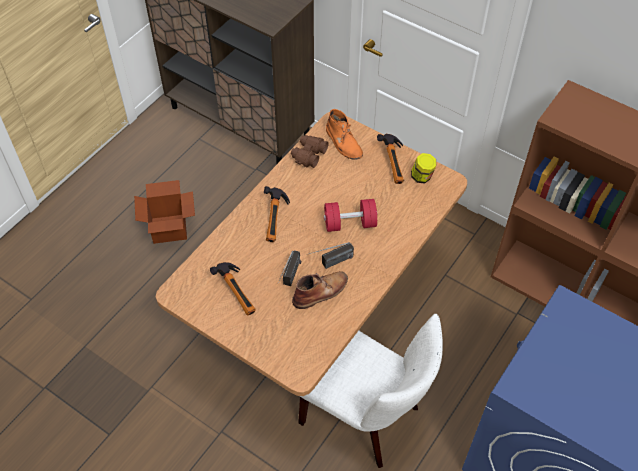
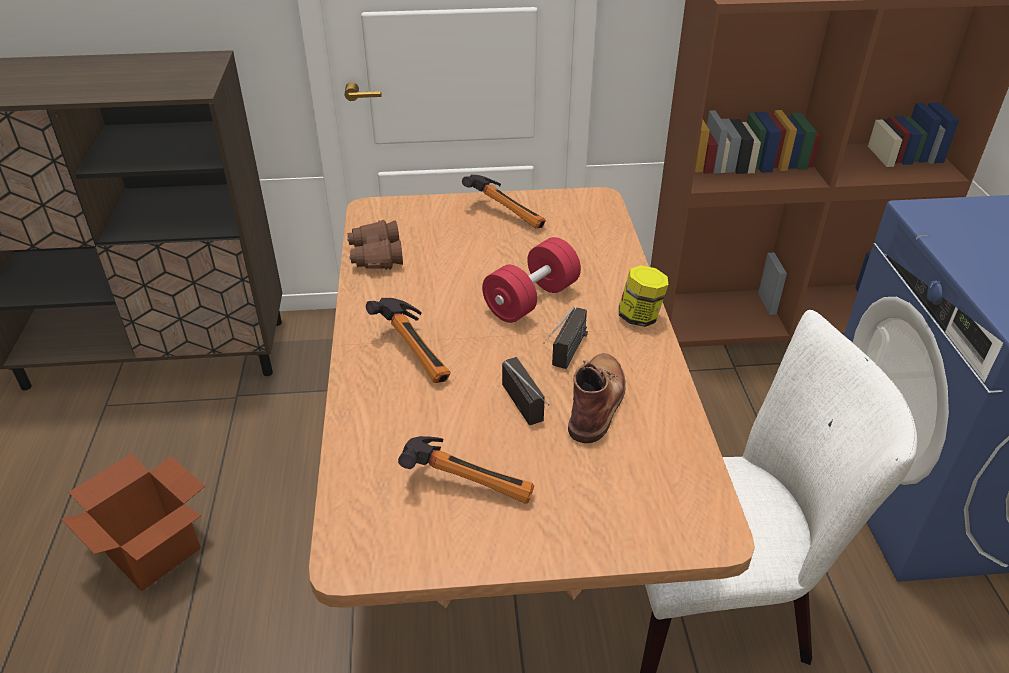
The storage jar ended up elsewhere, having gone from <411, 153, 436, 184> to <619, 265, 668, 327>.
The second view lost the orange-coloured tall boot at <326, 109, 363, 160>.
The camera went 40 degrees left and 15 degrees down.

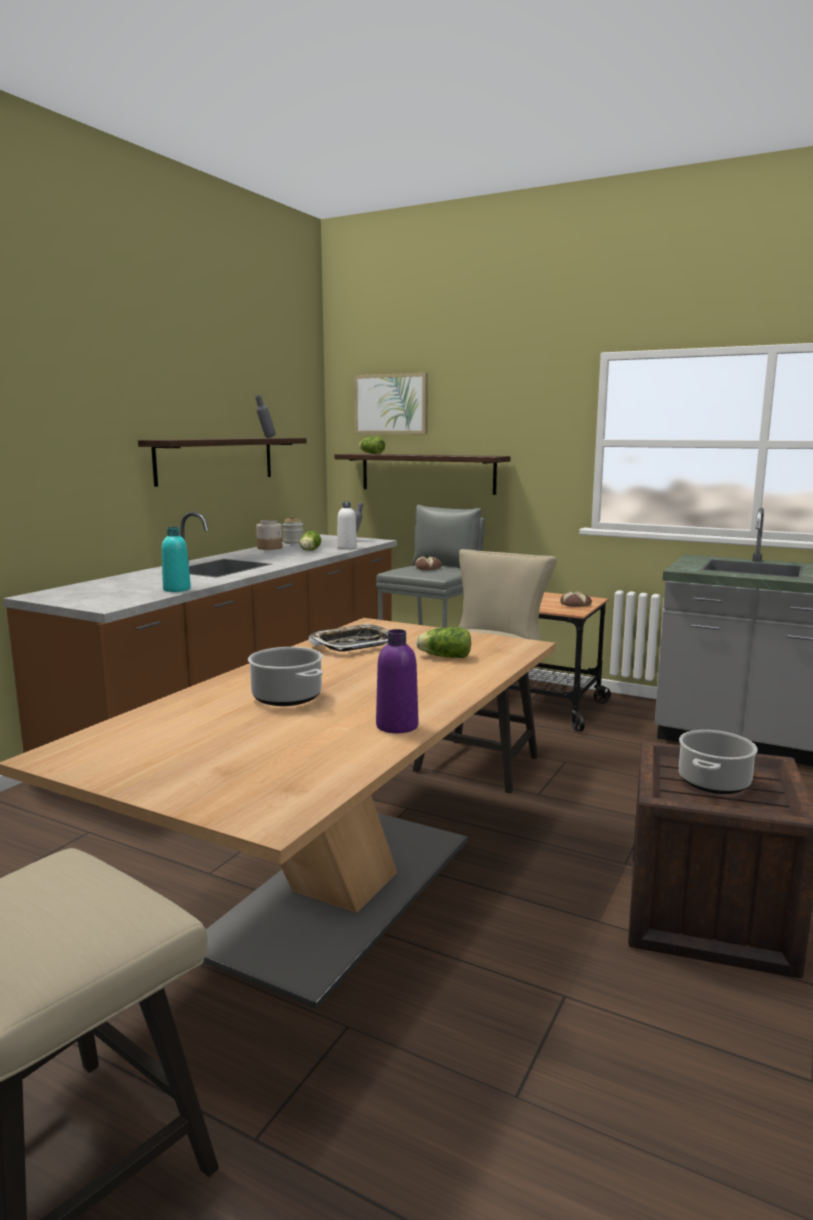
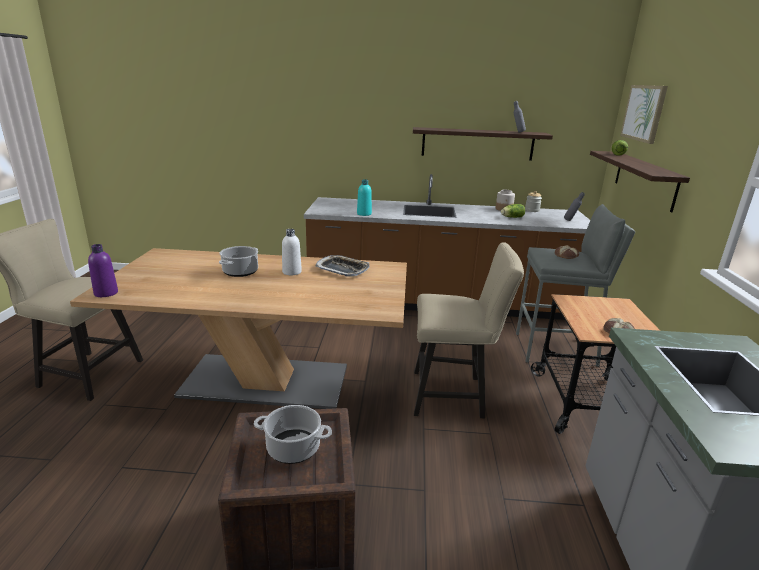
The purple-coloured drink bottle ended up elsewhere, having gone from <376, 629, 418, 733> to <88, 244, 118, 297>.
The white drink bottle ended up elsewhere, having gone from <337, 501, 357, 550> to <282, 229, 302, 275>.
The second view lost the lettuce at <416, 627, 471, 658>.
The camera went 65 degrees right and 10 degrees up.

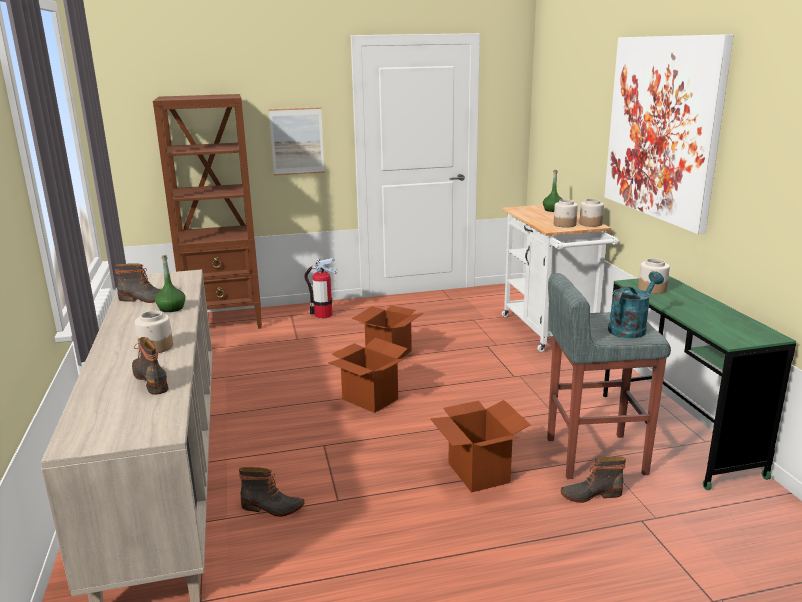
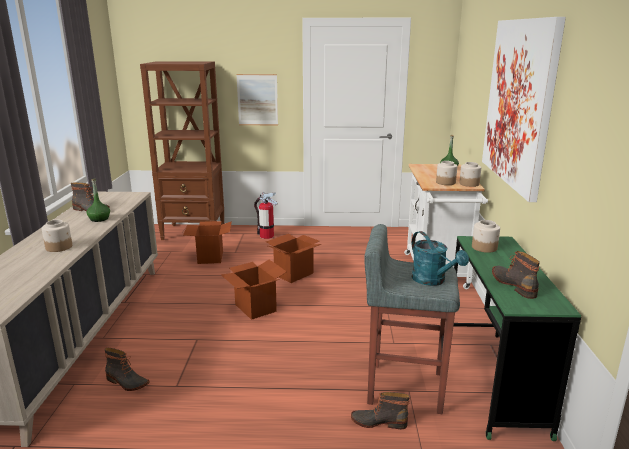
The carton ended up elsewhere, having gone from <430, 400, 531, 493> to <183, 221, 232, 264>.
The turquoise sprinkling can at <608, 271, 664, 338> ended up facing another way, 90 degrees clockwise from before.
The tall boot ended up elsewhere, having gone from <132, 337, 168, 395> to <492, 251, 540, 299>.
The camera went 15 degrees right and 0 degrees up.

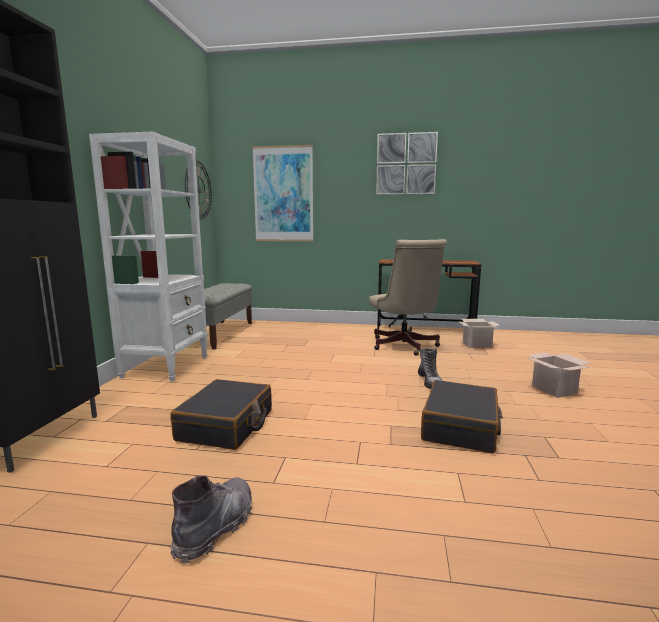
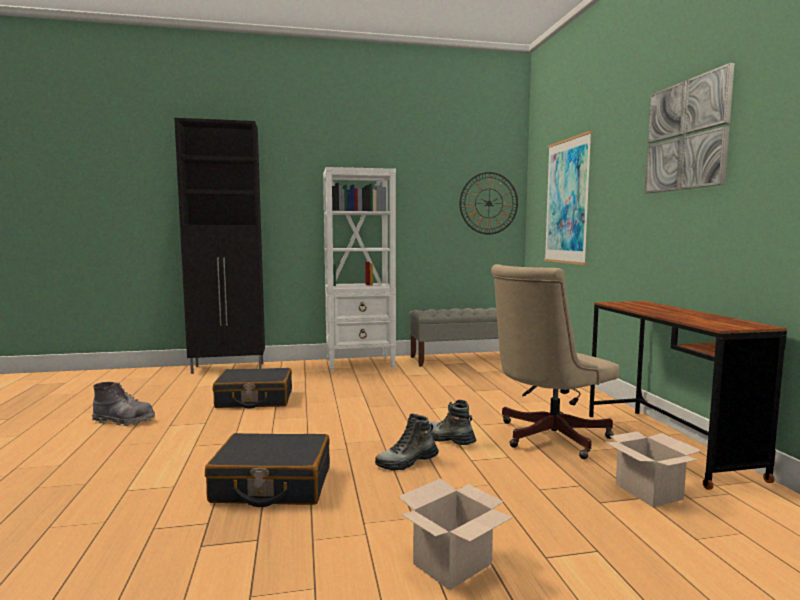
The second view gained the tall boot at <429, 400, 476, 445>.
The camera went 70 degrees right and 5 degrees down.

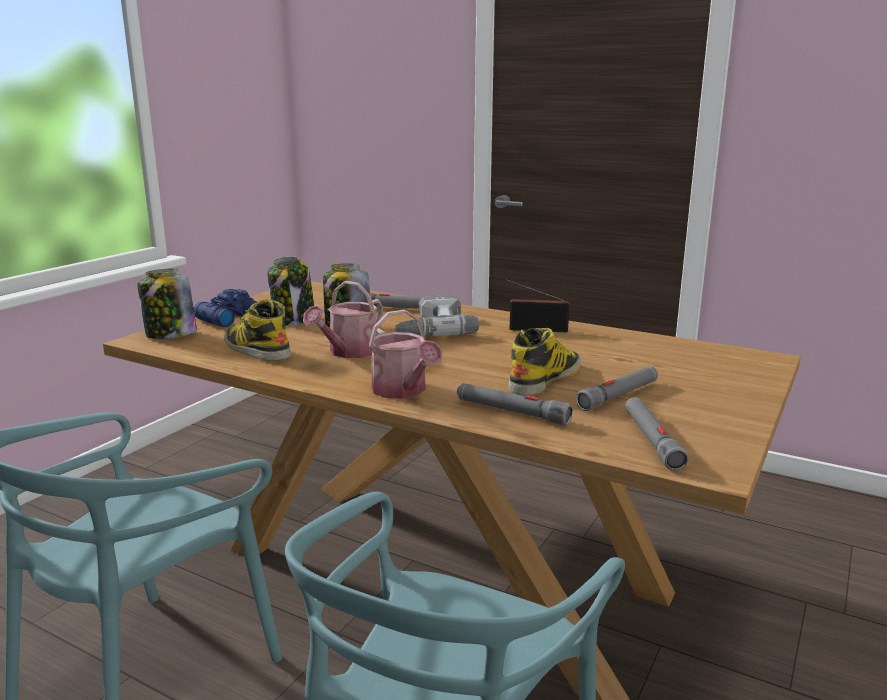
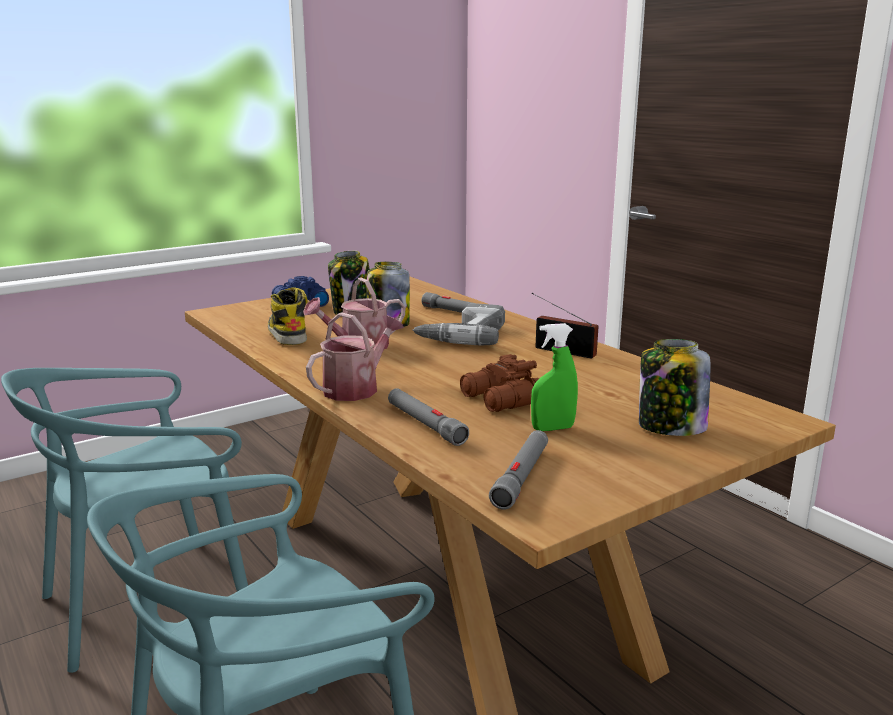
The sprinkling can at <369, 309, 442, 399> ended up facing another way, 135 degrees counterclockwise from before.
Where the tall boot stood at <508, 328, 581, 396>, the brownish pair of binoculars came to stand at <460, 354, 540, 412>.
Where the greyish flashlight stood at <576, 366, 658, 411>, the greenish spray bottle came to stand at <531, 323, 578, 431>.
The storage jar ended up elsewhere, having gone from <137, 269, 197, 339> to <639, 339, 710, 436>.
The camera went 25 degrees right and 0 degrees up.

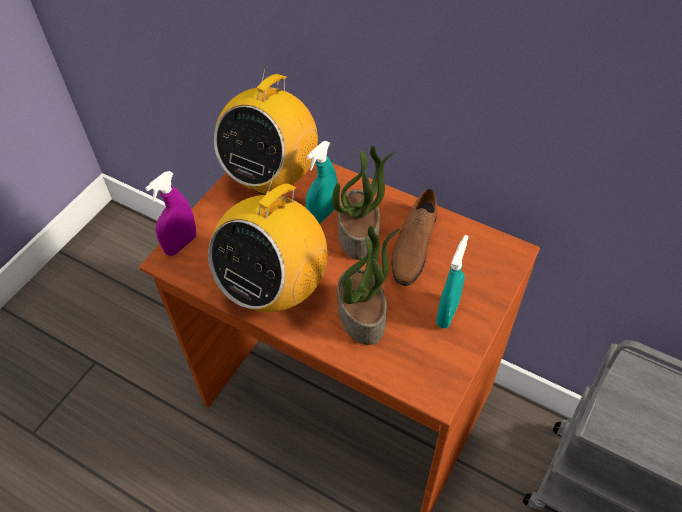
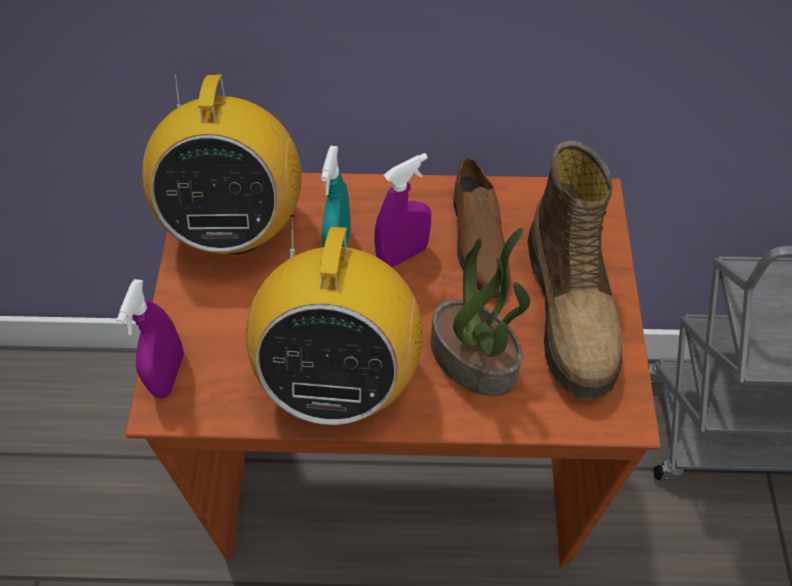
Where the plant in a pot stood at <332, 146, 396, 260>, the purple-coloured spray bottle came to stand at <374, 153, 431, 267>.
Where the turquoise spray bottle stood at <436, 235, 469, 328>, the tall boot came to stand at <527, 141, 622, 400>.
The camera went 30 degrees left and 5 degrees up.

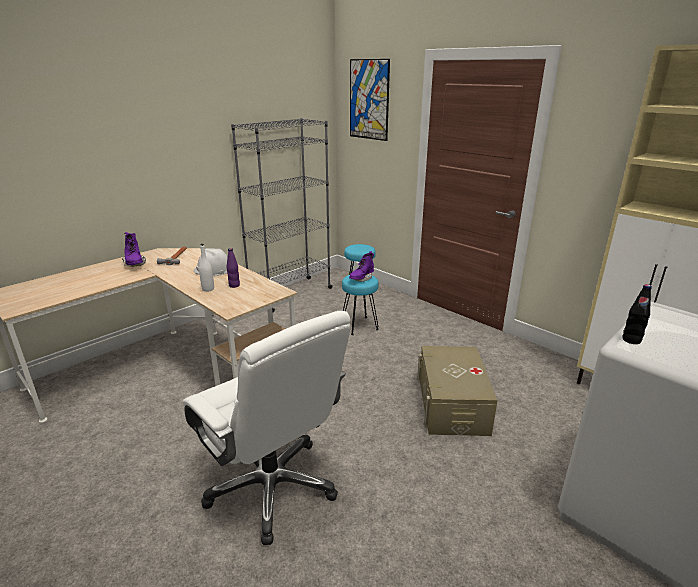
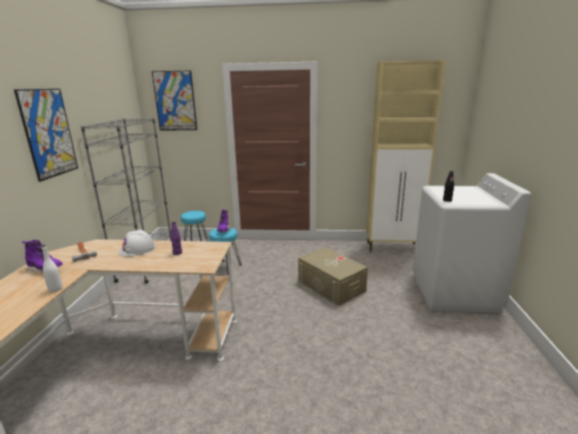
The second view gained the wall picture at <14, 89, 78, 182>.
The white drink bottle ended up elsewhere, having gone from <199, 244, 214, 292> to <42, 245, 63, 293>.
The second view lost the white office chair at <182, 311, 351, 545>.
The camera went 40 degrees left and 5 degrees down.

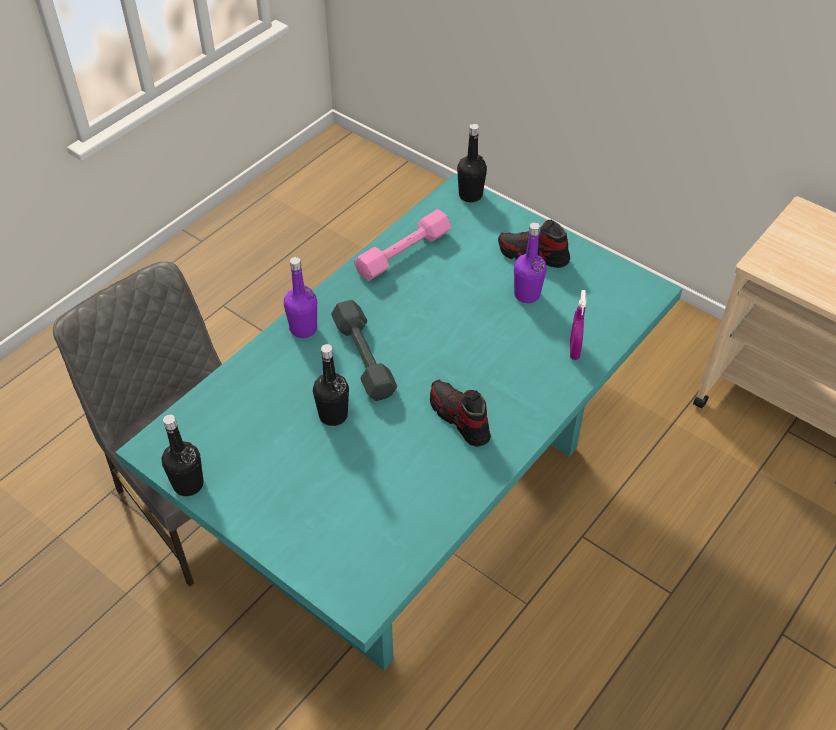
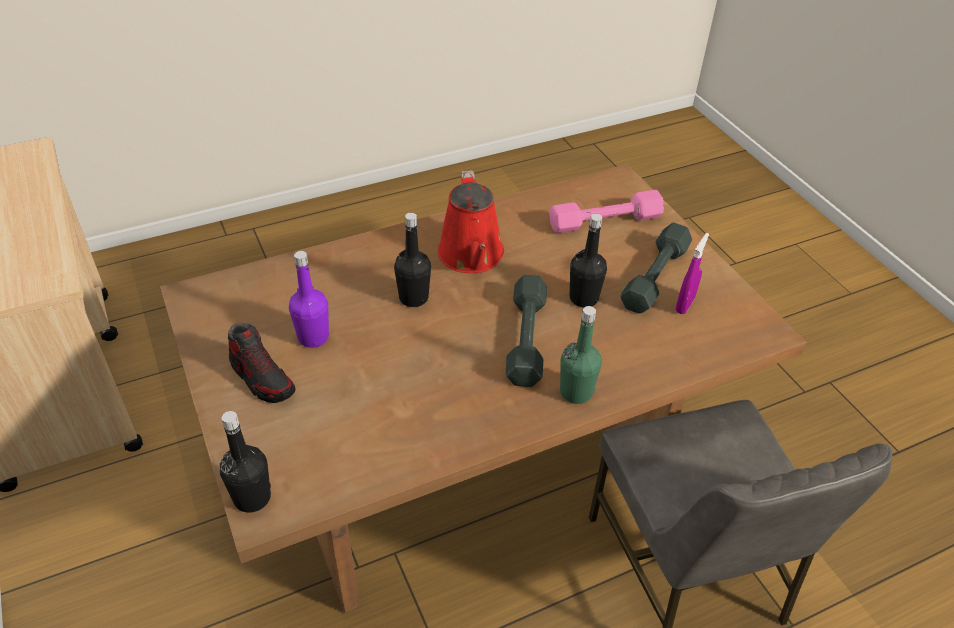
What was the turquoise kitchen table at <115, 173, 683, 670> turned into the brownish kitchen table at <160, 164, 807, 614>.
The black drink bottle ended up elsewhere, having gone from <162, 415, 204, 496> to <394, 213, 431, 307>.
Where the shoe stood at <430, 379, 491, 447>, the reddish sprinkling can came to stand at <438, 170, 504, 273>.
The pinkish hand weight ended up elsewhere, having gone from <354, 209, 452, 281> to <549, 190, 664, 233>.
What was the purple-coloured drink bottle at <284, 257, 317, 338> turned into the greenish drink bottle at <560, 306, 602, 404>.
The second view gained the greyish hand weight at <620, 222, 692, 313>.
The purple-coloured spray bottle ended up elsewhere, having gone from <570, 290, 586, 360> to <676, 233, 709, 314>.
The camera went 155 degrees left and 5 degrees down.

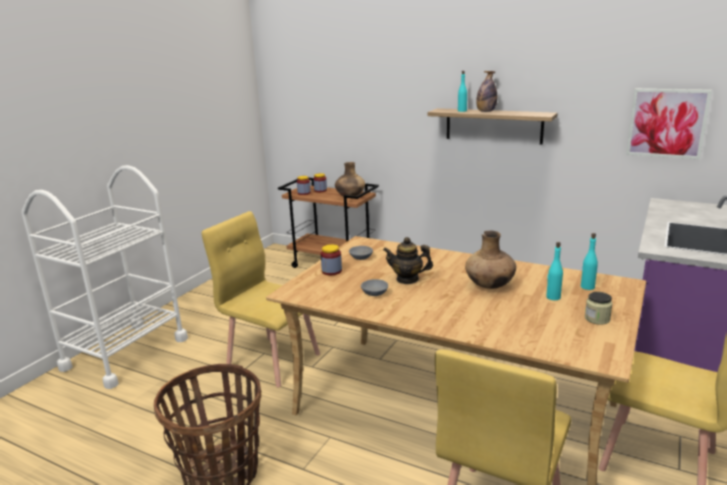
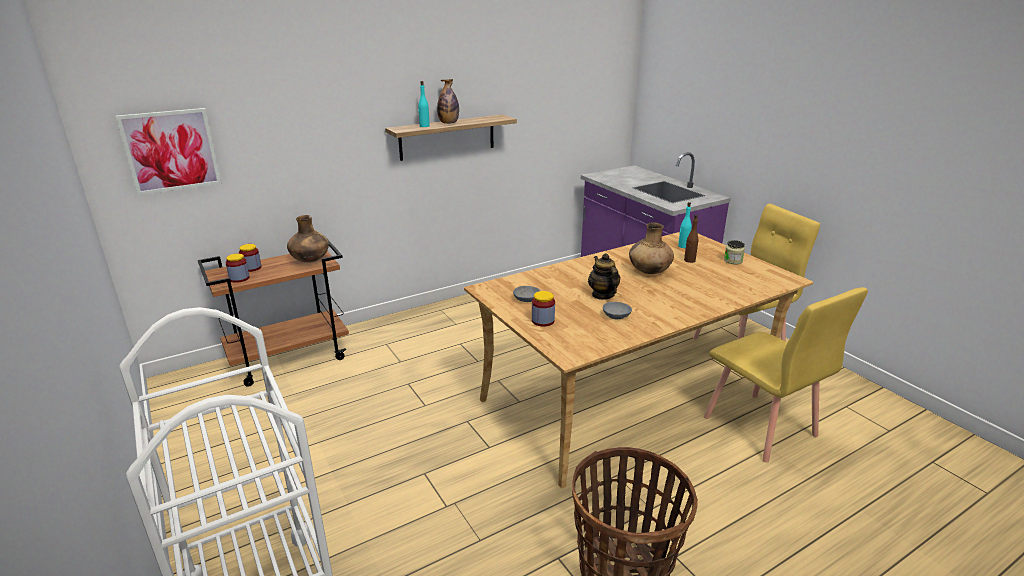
The wall picture ended up elsewhere, having gone from <626, 89, 712, 159> to <116, 108, 221, 195>.
The teapot at <383, 237, 433, 284> ended up facing another way, 120 degrees clockwise from before.
What was the turquoise drink bottle at <546, 242, 563, 300> turned into the brownish drink bottle at <684, 215, 699, 263>.
The second view lost the yellow-coloured plain chair at <202, 211, 320, 387>.
The camera went 60 degrees left and 5 degrees up.

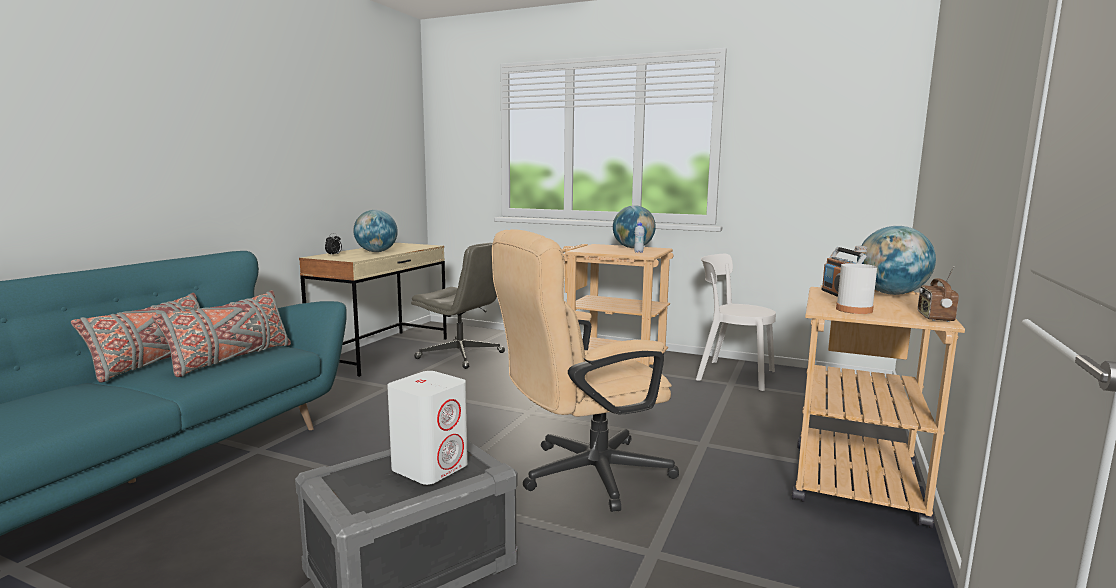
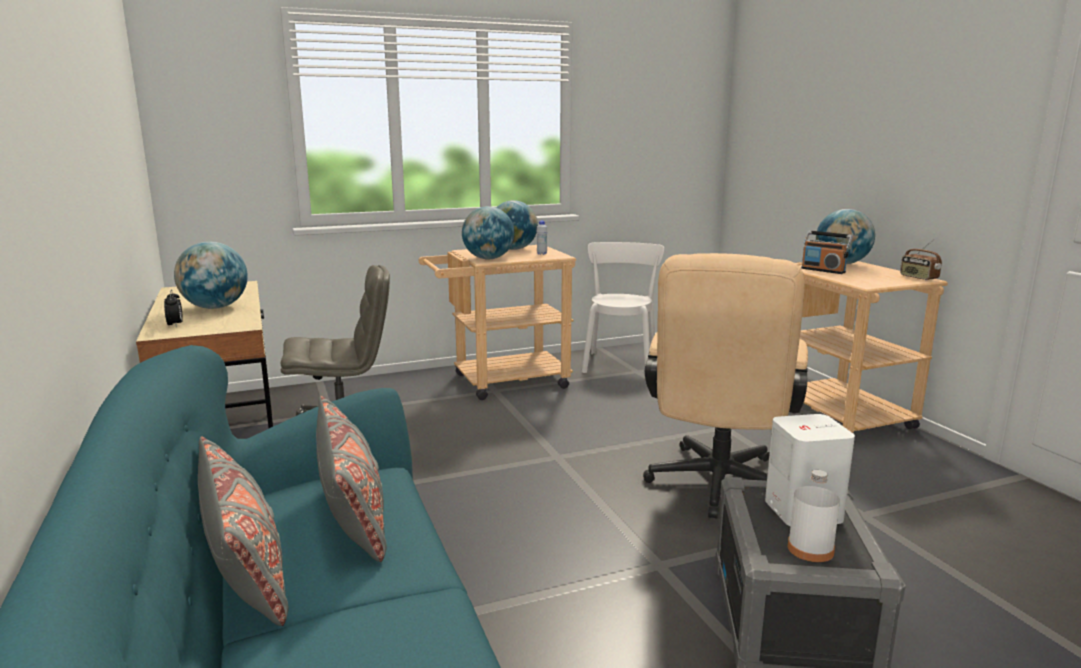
The second view gained the world globe at <462, 206, 514, 259>.
The white plain chair at <696, 254, 776, 391> ended up facing another way, 120 degrees clockwise from before.
The white drink bottle ended up elsewhere, having gone from <836, 246, 877, 314> to <787, 470, 840, 562>.
The camera went 45 degrees left and 5 degrees up.

